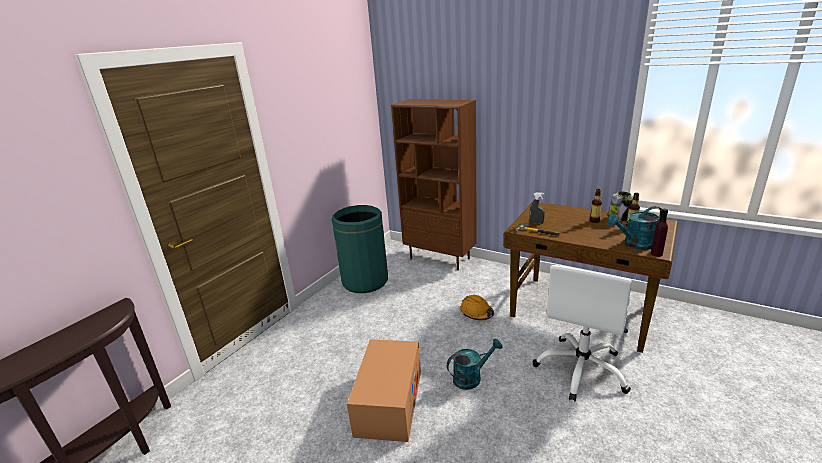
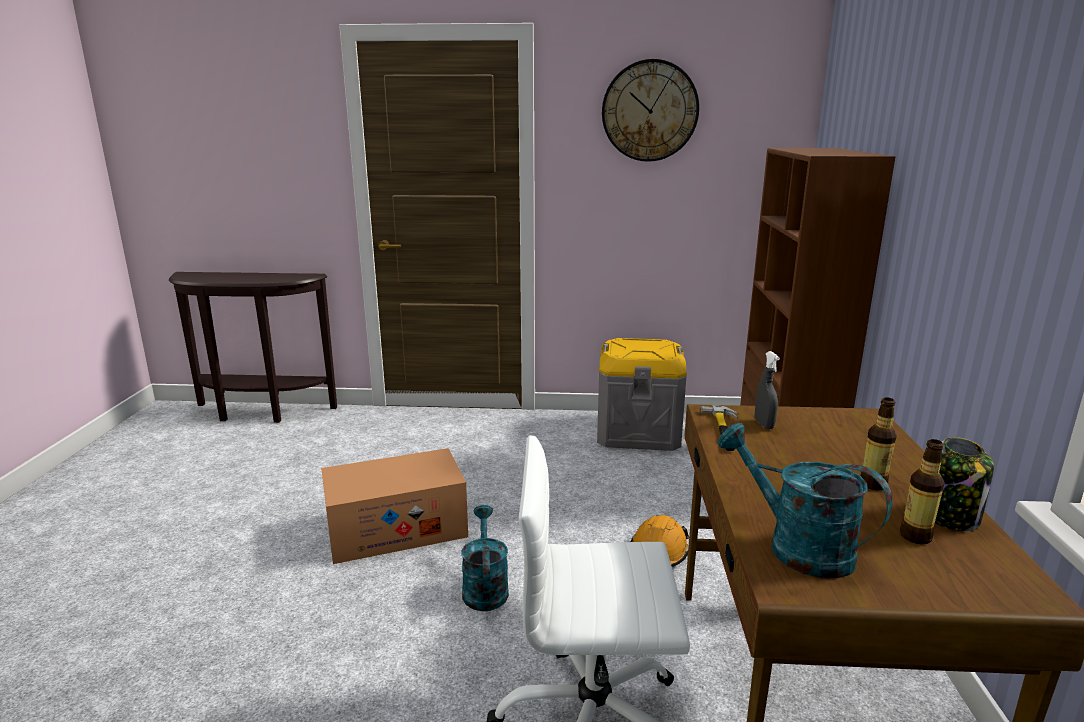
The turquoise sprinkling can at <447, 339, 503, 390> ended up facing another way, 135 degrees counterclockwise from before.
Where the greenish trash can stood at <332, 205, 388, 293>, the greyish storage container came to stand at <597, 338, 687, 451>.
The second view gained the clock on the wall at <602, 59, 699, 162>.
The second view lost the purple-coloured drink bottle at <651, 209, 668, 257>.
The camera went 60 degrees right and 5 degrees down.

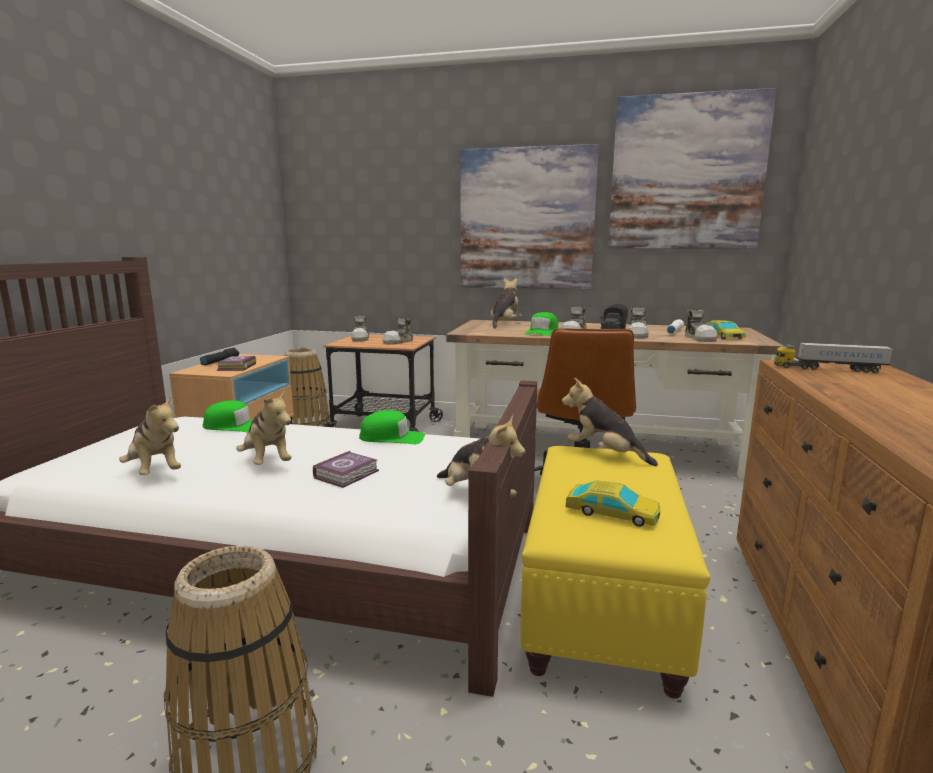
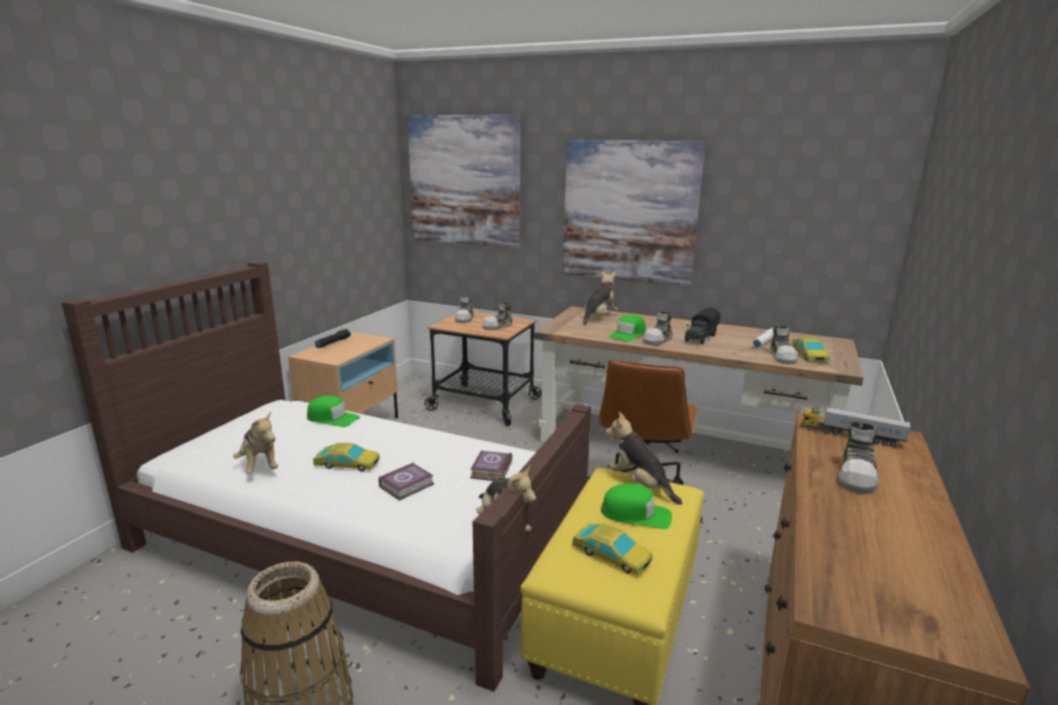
Where the soft toy stood at <236, 390, 291, 465>, the miniature car came to stand at <313, 443, 380, 472>.
The wall picture ended up elsewhere, having gone from <608, 88, 777, 248> to <407, 115, 520, 248>.
The bound book ended up elsewhere, having gone from <217, 356, 256, 371> to <470, 451, 512, 481>.
The greenish cap ended up elsewhere, having gone from <359, 410, 425, 444> to <601, 484, 672, 529>.
The shoe ended up elsewhere, having gone from <629, 307, 649, 339> to <838, 422, 879, 494>.
The second view lost the basket at <285, 348, 330, 427>.
The camera went 10 degrees right and 5 degrees up.

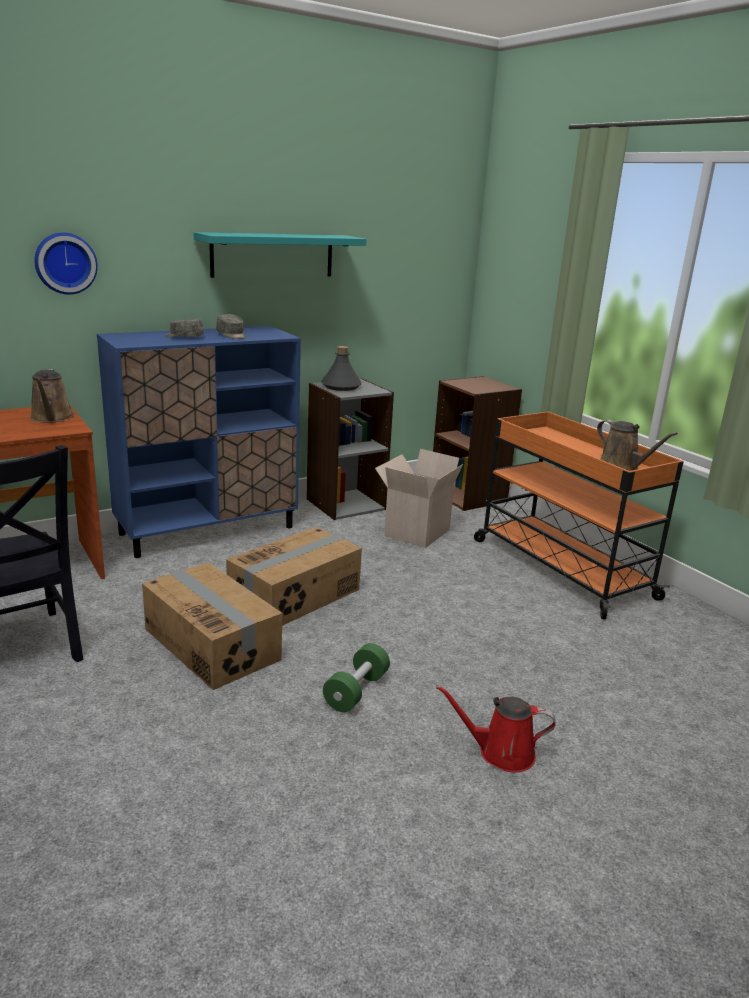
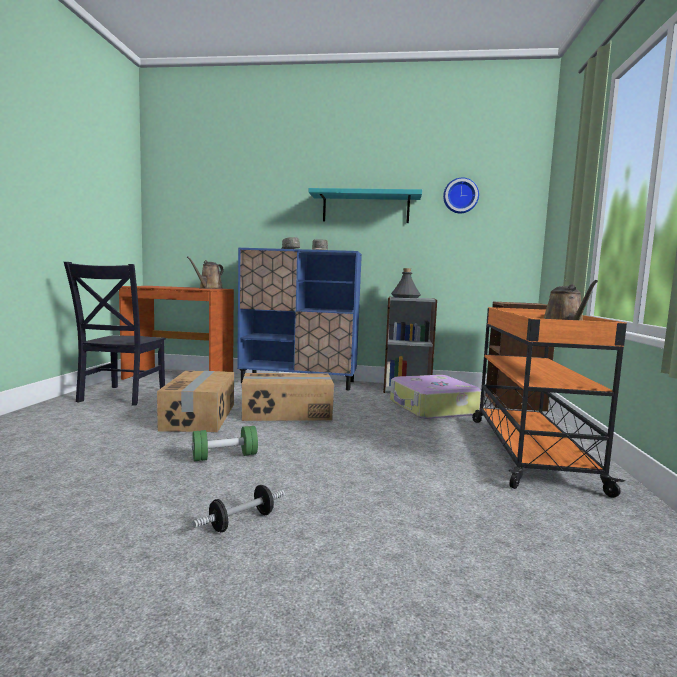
Where the reddish sprinkling can stood at <436, 685, 556, 772>, the hand weight came to stand at <193, 485, 285, 532>.
Where the carton stood at <375, 449, 463, 548>, the travel case came to stand at <390, 375, 481, 419>.
The clock on the wall ended up elsewhere, having gone from <34, 233, 98, 294> to <443, 177, 479, 213>.
The camera went 40 degrees right and 15 degrees down.

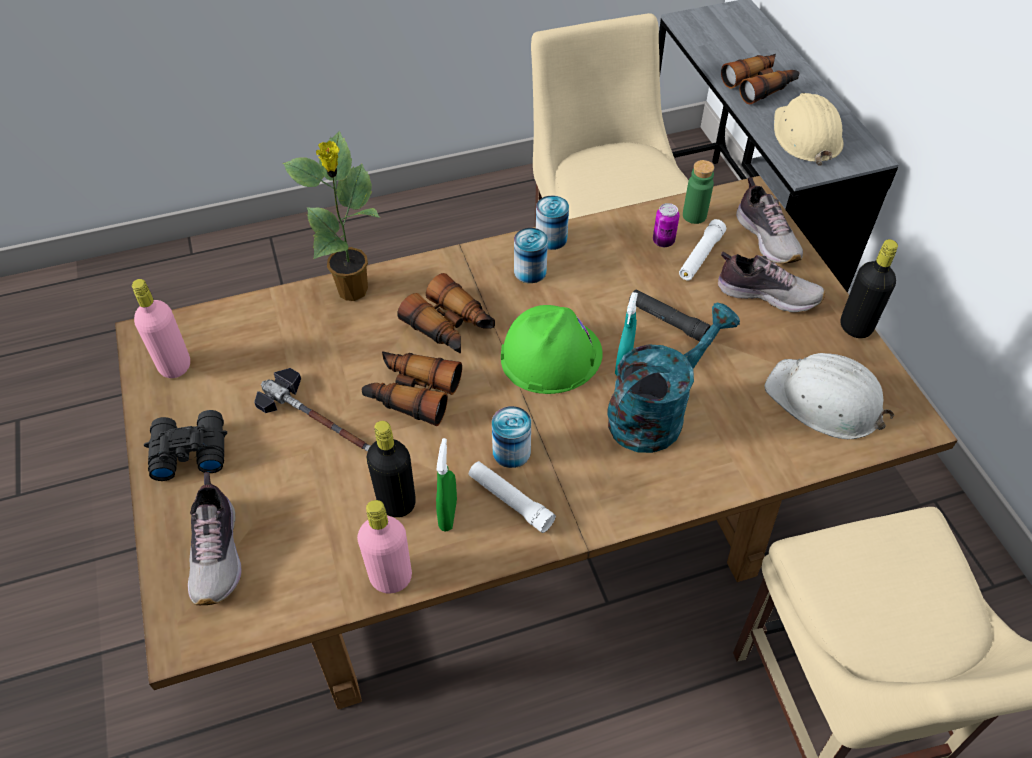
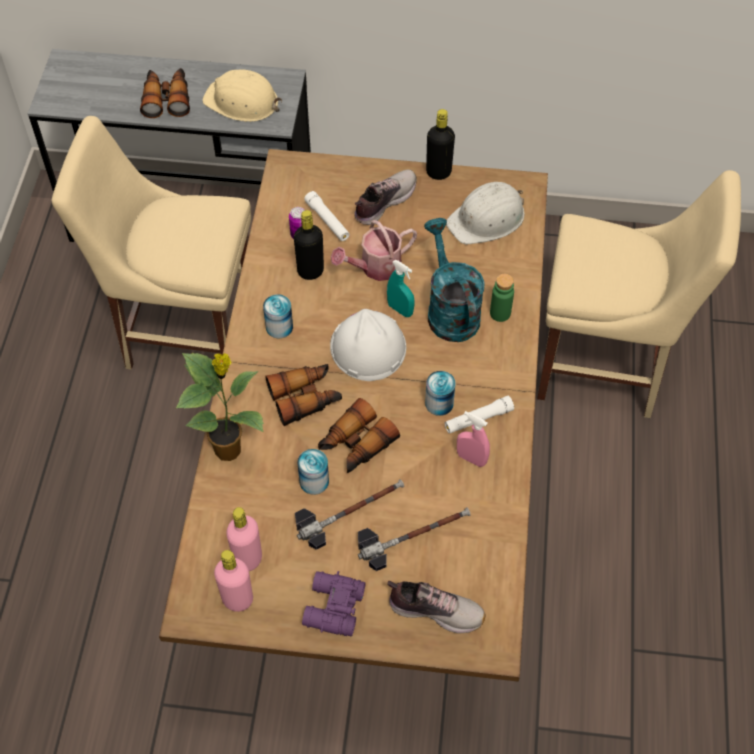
The pinkish drink bottle ended up elsewhere, having gone from <357, 500, 412, 593> to <226, 507, 262, 571>.
The black drink bottle ended up elsewhere, having gone from <367, 421, 416, 517> to <294, 210, 324, 280>.
The sealed can ended up elsewhere, having gone from <536, 196, 569, 250> to <297, 449, 329, 495>.
What was the black pair of binoculars at <144, 410, 227, 481> turned into the purple-coloured pair of binoculars at <302, 571, 365, 637>.
What was the greenish safety helmet at <501, 305, 603, 394> turned into the white safety helmet at <330, 309, 406, 381>.
Where the black flashlight stood at <629, 289, 711, 342>, the sprinkling can came to stand at <331, 220, 417, 281>.
The second view gained the tool hammer at <358, 507, 471, 571>.
What was the greenish spray bottle at <436, 438, 457, 532> turned into the pinkish spray bottle at <457, 411, 490, 467>.
The greenish drink bottle ended up elsewhere, having gone from <683, 160, 714, 224> to <490, 273, 514, 322>.
The second view lost the shoe at <736, 177, 803, 263>.
The camera went 65 degrees left and 5 degrees up.

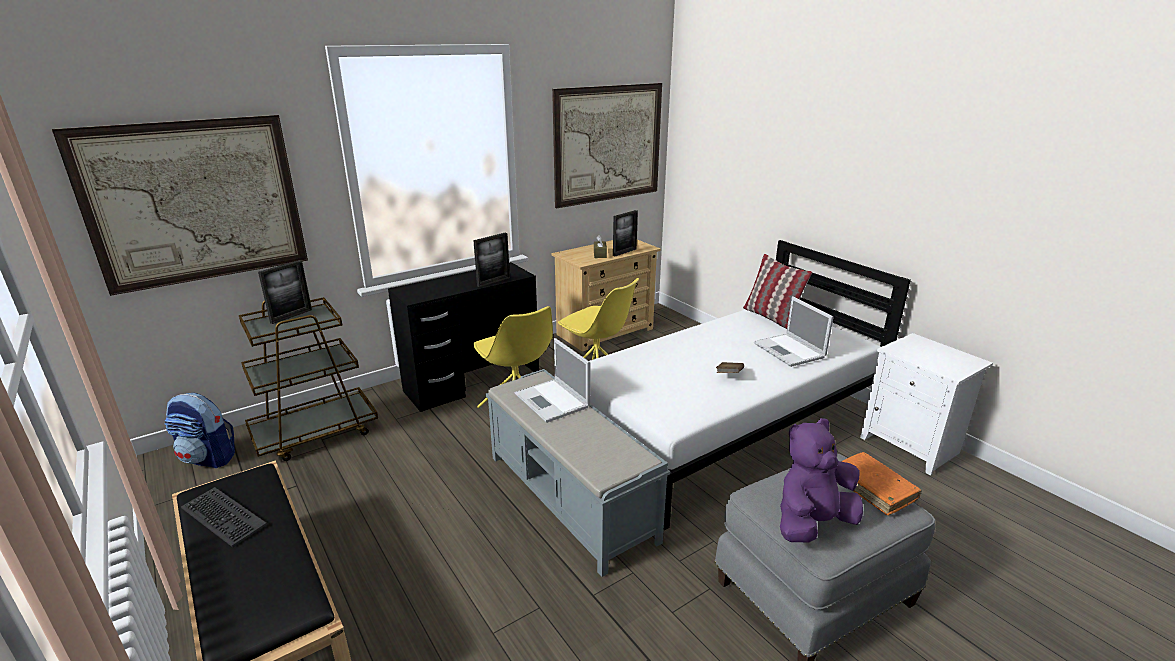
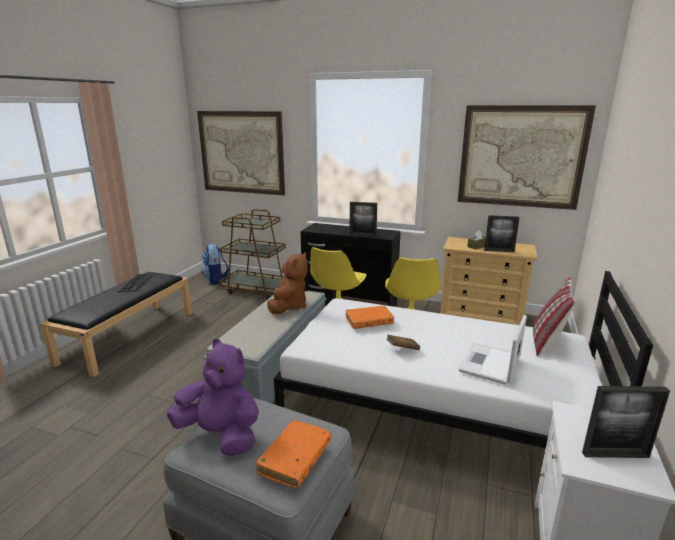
Where the notebook computer stood at <515, 338, 590, 423>, the brownish soft toy came to stand at <267, 252, 308, 314>.
The second view gained the orange-coloured bound book at <345, 306, 394, 329>.
The standing frame ended up elsewhere, having gone from <258, 260, 312, 324> to <582, 386, 670, 458>.
The camera went 55 degrees right and 5 degrees down.

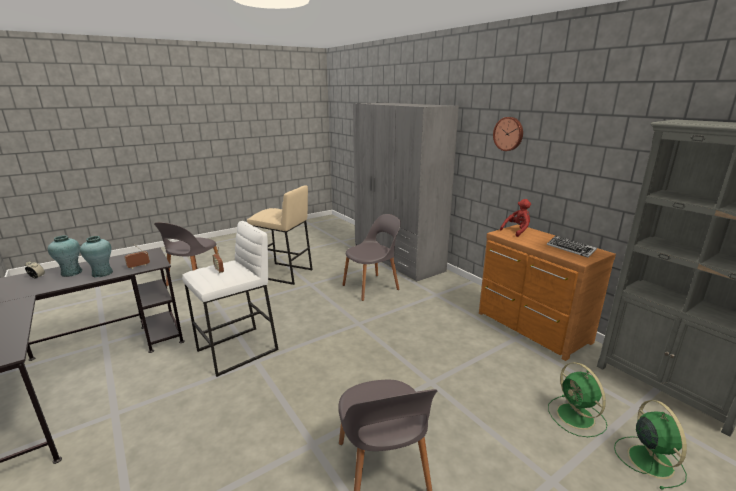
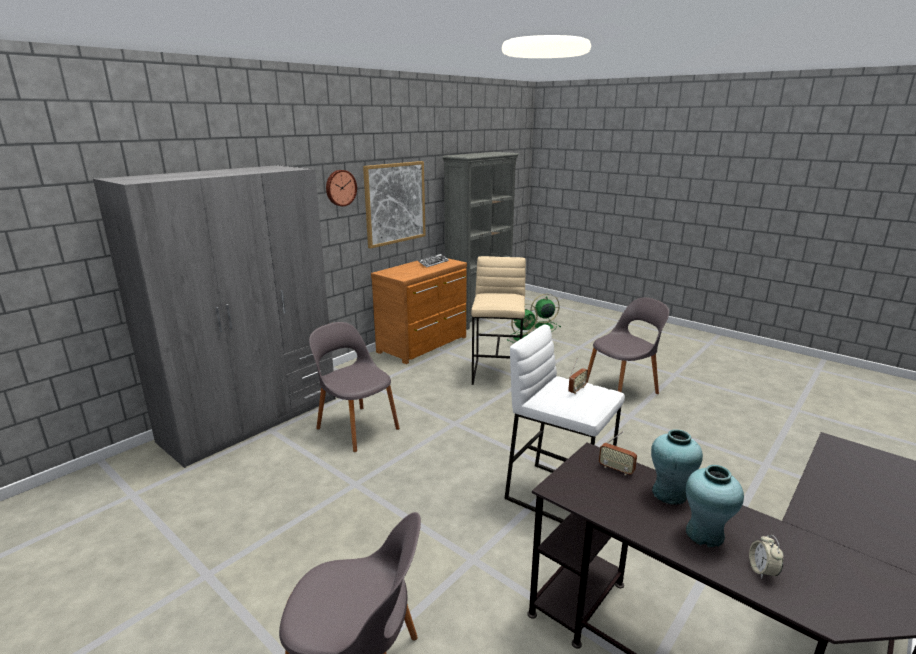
The second view gained the wall picture at <363, 161, 426, 249>.
The beige-coloured stool ended up elsewhere, having gone from <247, 185, 313, 285> to <471, 256, 526, 385>.
The second view lost the reddish soft toy at <500, 199, 531, 237>.
The camera went 105 degrees left and 0 degrees up.

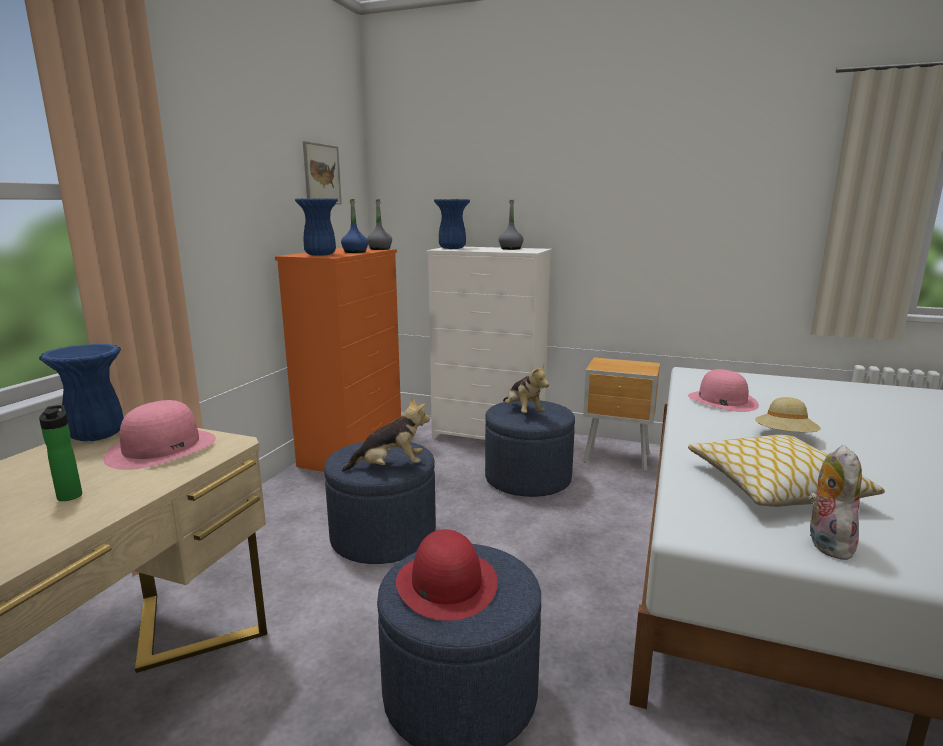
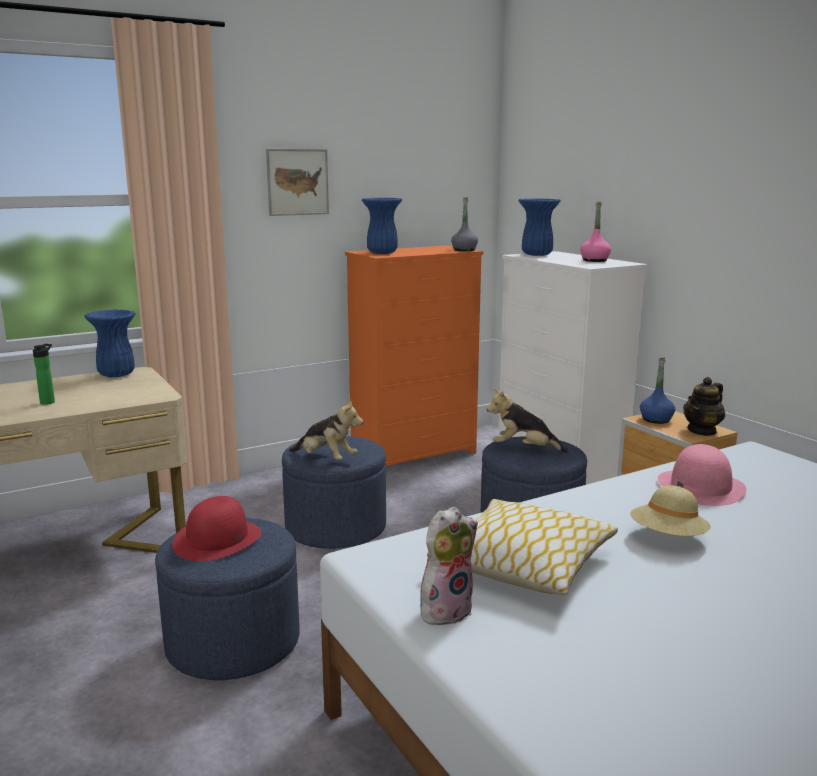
The wall picture ended up elsewhere, having gone from <303, 141, 342, 204> to <266, 149, 329, 216>.
The soft toy at <503, 364, 549, 413> ended up facing another way, 90 degrees clockwise from before.
What was the greyish drink bottle at <499, 199, 524, 250> turned into the pinkish drink bottle at <580, 201, 611, 262>.
The blue-coloured drink bottle ended up elsewhere, having gone from <341, 199, 368, 253> to <640, 357, 675, 424>.
The second view gained the teapot at <683, 377, 725, 436>.
The second view lost the pinkish hat at <103, 400, 216, 470>.
The camera went 40 degrees right and 0 degrees up.

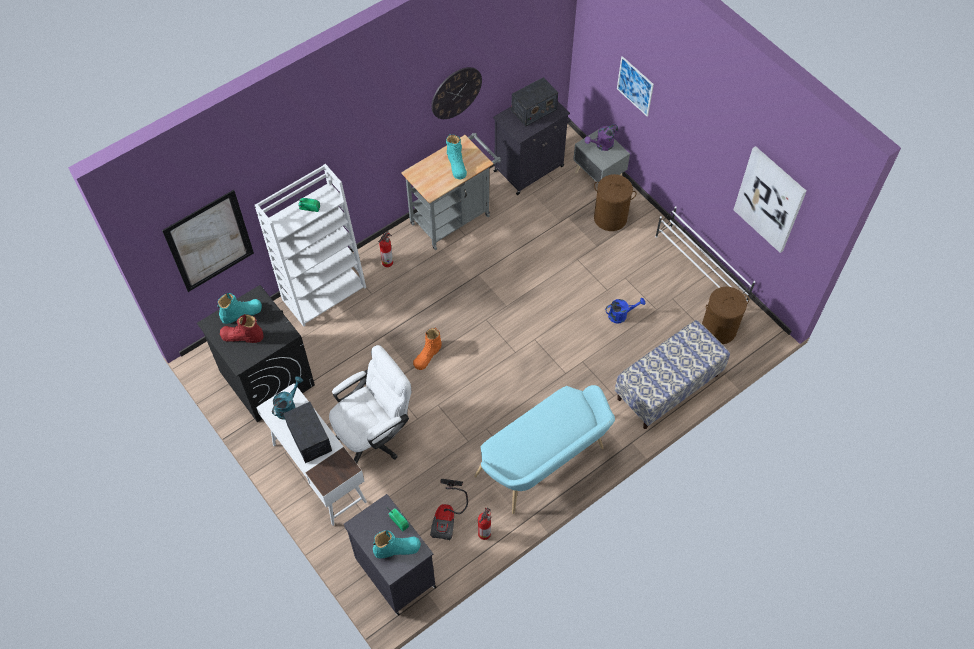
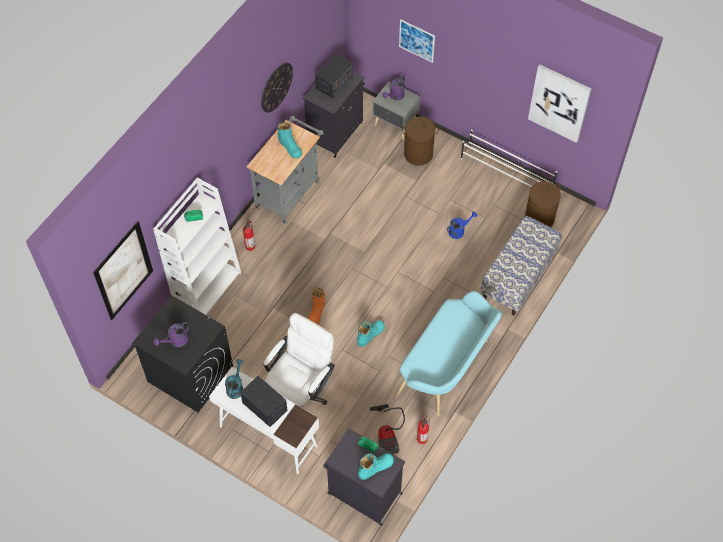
Where the reddish tall boot stood at <220, 314, 264, 343>, the purple-coloured sprinkling can came to stand at <154, 322, 189, 347>.
The turquoise tall boot ended up elsewhere, having gone from <217, 293, 262, 324> to <357, 320, 385, 347>.
The camera went 20 degrees left and 0 degrees up.

